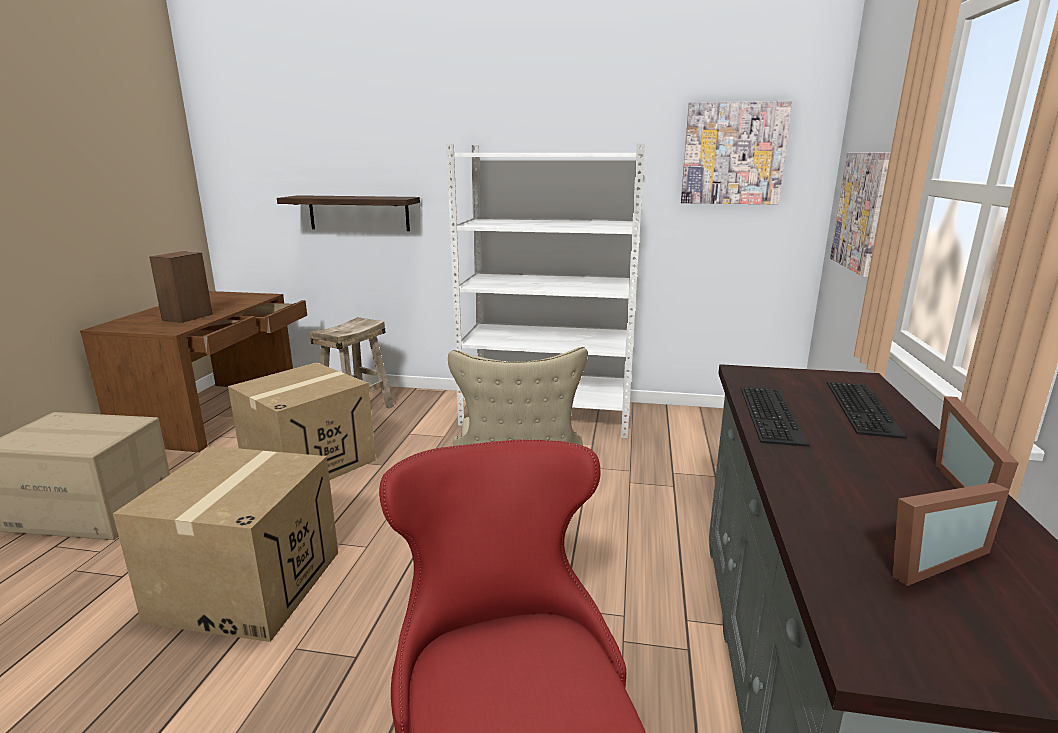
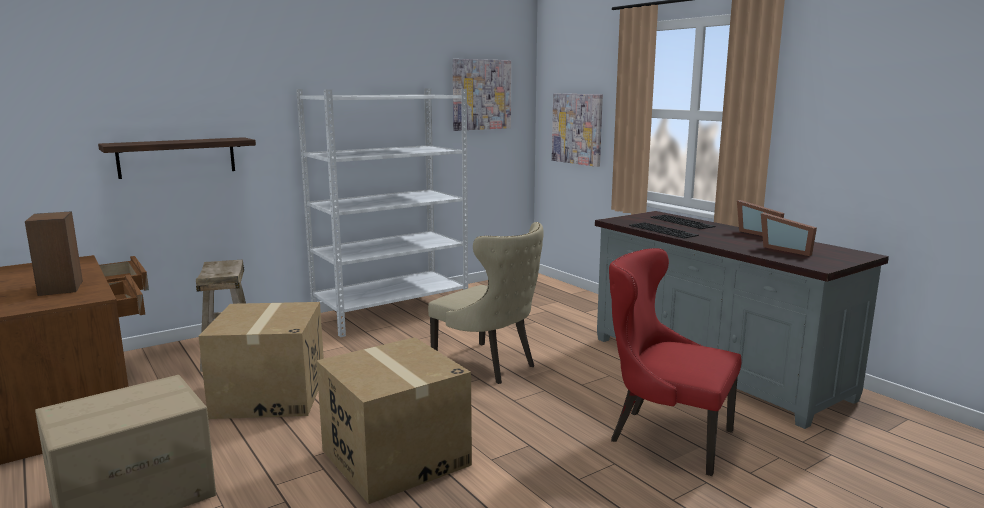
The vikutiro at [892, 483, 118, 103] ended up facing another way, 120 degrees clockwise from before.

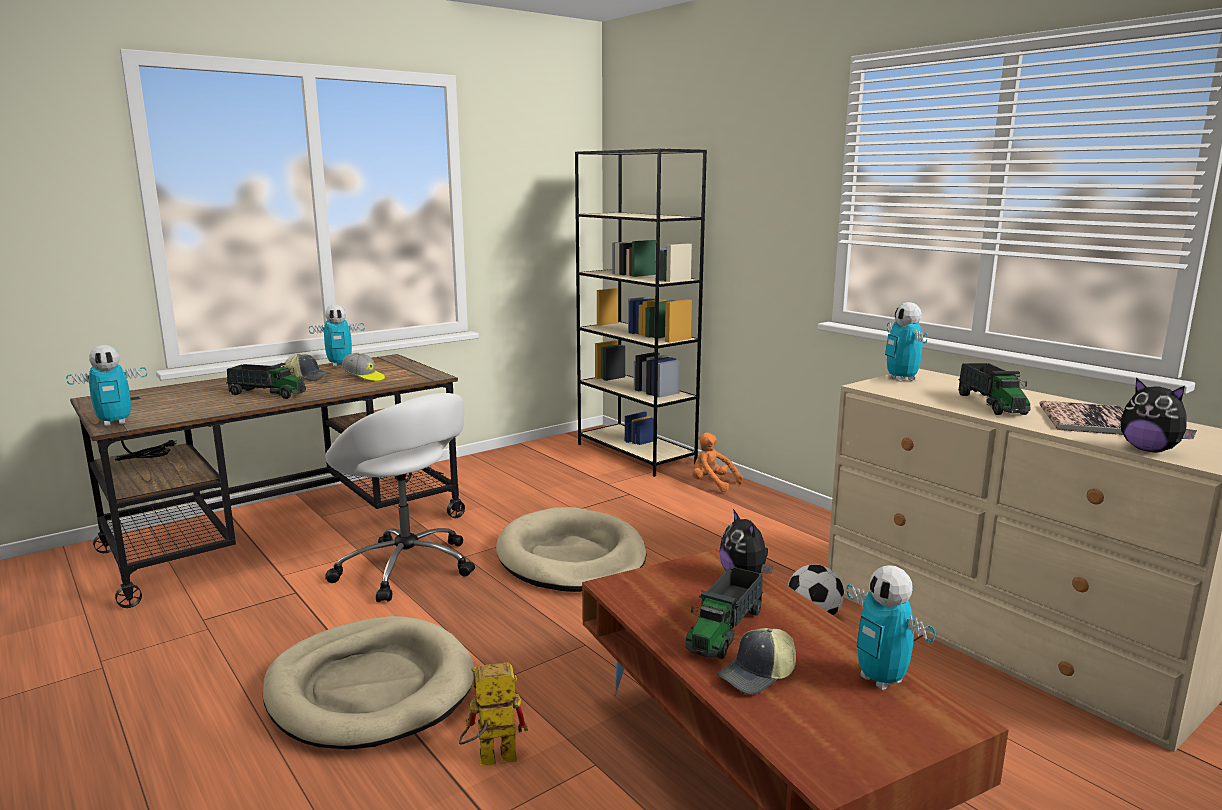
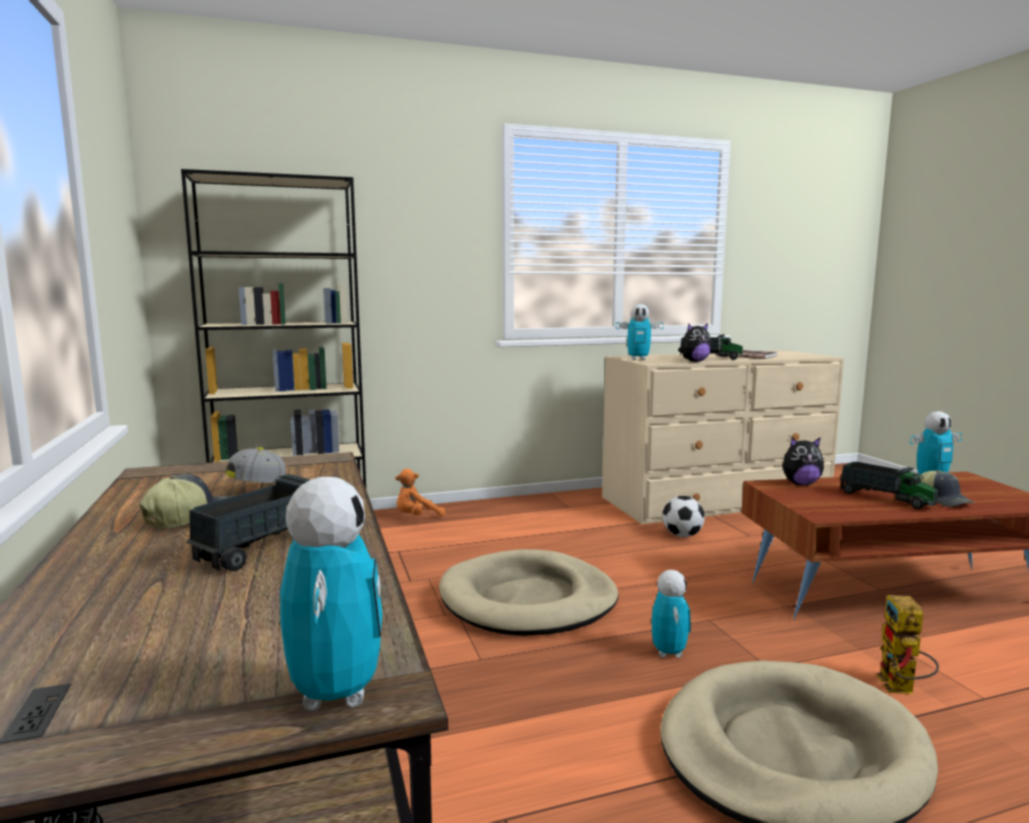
The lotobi ended up elsewhere, having gone from [309, 305, 56, 62] to [651, 570, 40, 88].
The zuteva ended up elsewhere, having gone from [1120, 378, 77, 74] to [678, 323, 34, 39].
The second view lost the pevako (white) at [326, 393, 149, 209].

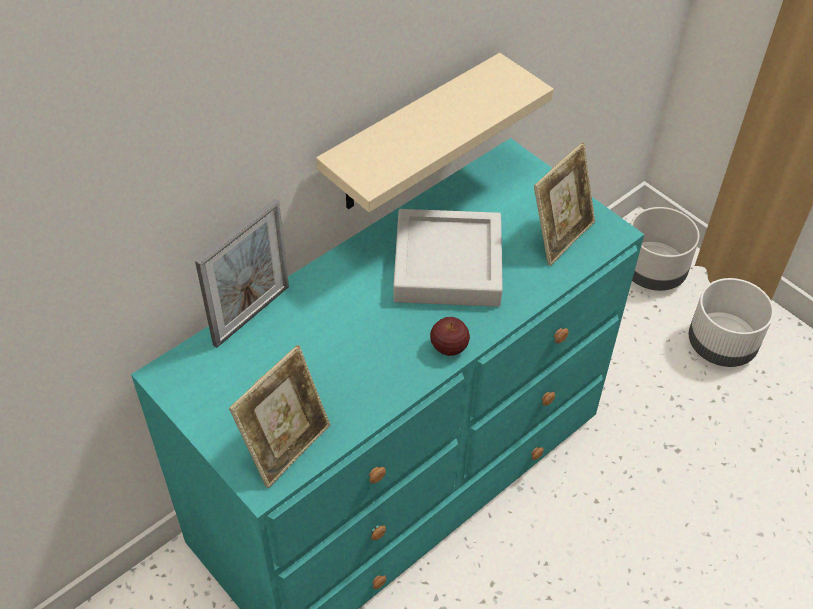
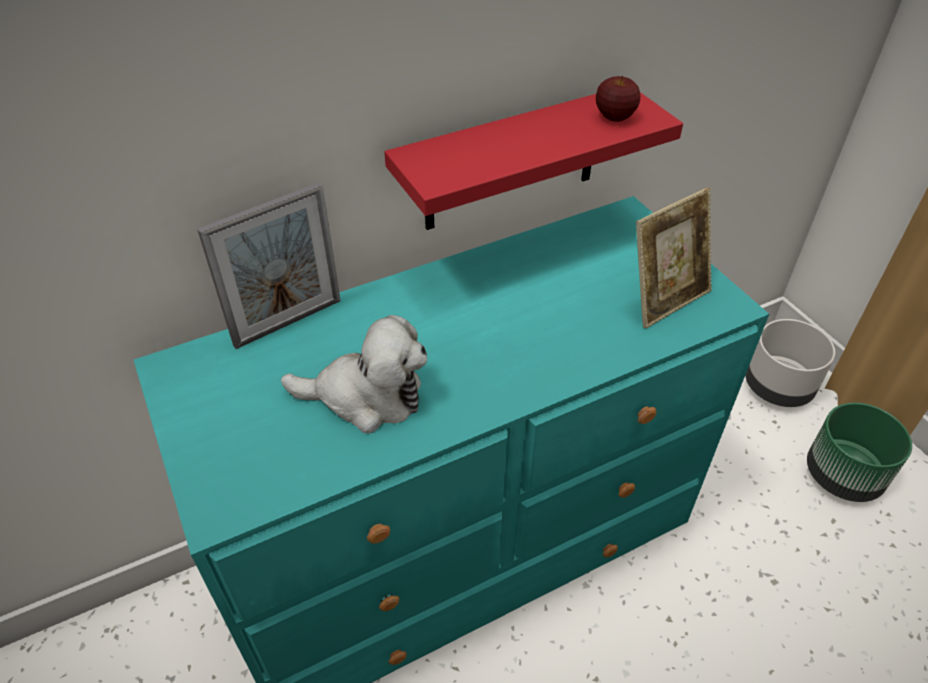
The second view gained the zuteva at [281, 315, 146, 118].
What was the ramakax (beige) at [316, 53, 237, 159] turned into the ramakax (red) at [384, 92, 299, 138].
The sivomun ended up elsewhere, having gone from [430, 317, 40, 39] to [596, 76, 44, 46].
What was the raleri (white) at [689, 278, 85, 89] turned into the raleri (green) at [807, 403, 105, 99].
The second view lost the vikutiro at [229, 345, 101, 143].
The second view lost the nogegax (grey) at [393, 209, 110, 98].

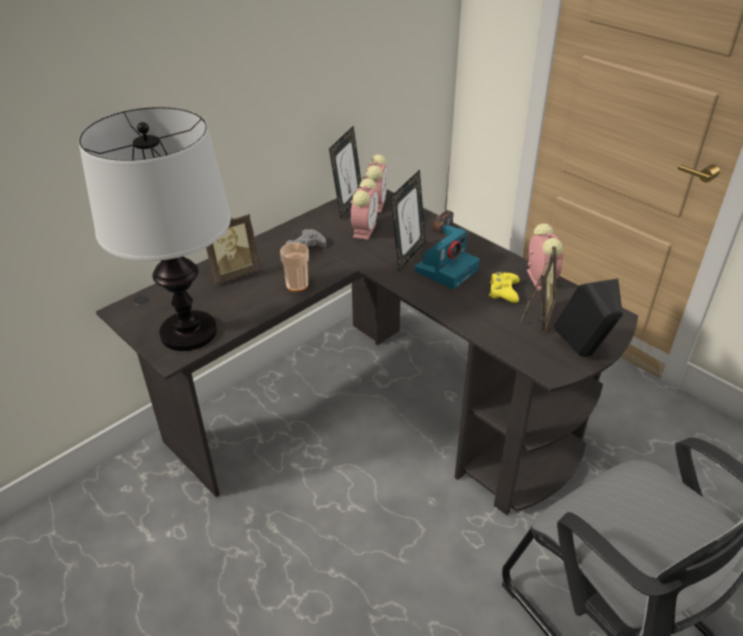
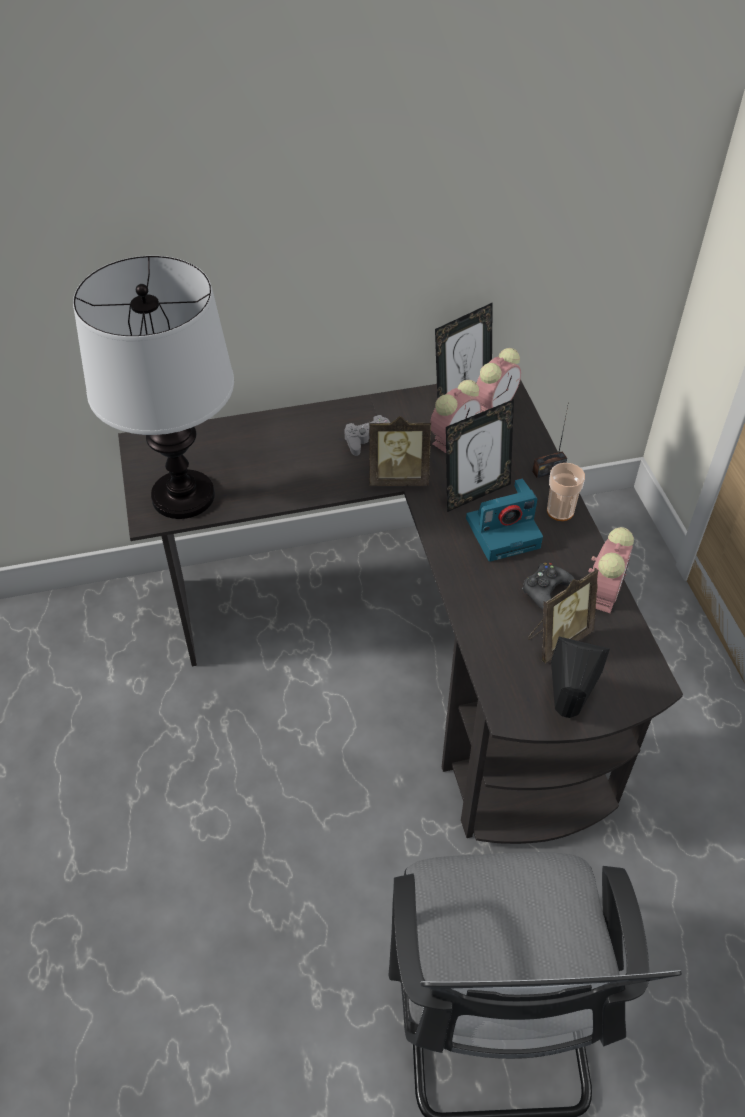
The vikutiro ended up elsewhere, having gone from [206, 213, 54, 71] to [369, 416, 62, 70].
What was the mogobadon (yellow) at [489, 272, 31, 31] turned into the mogobadon (black) at [522, 563, 52, 47].
The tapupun ended up elsewhere, having gone from [280, 243, 29, 49] to [547, 463, 38, 58].

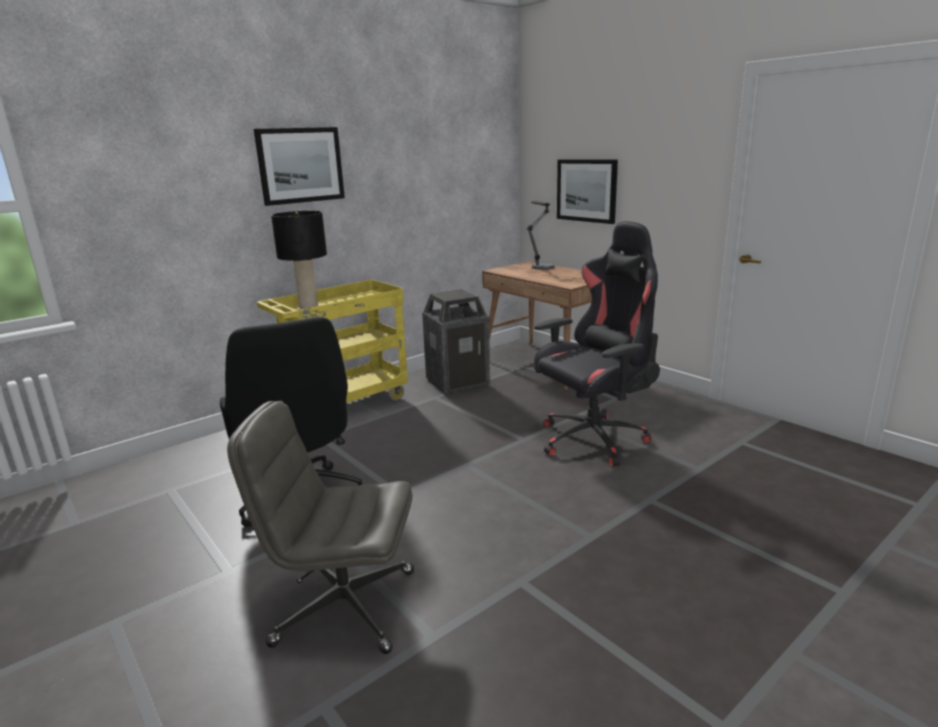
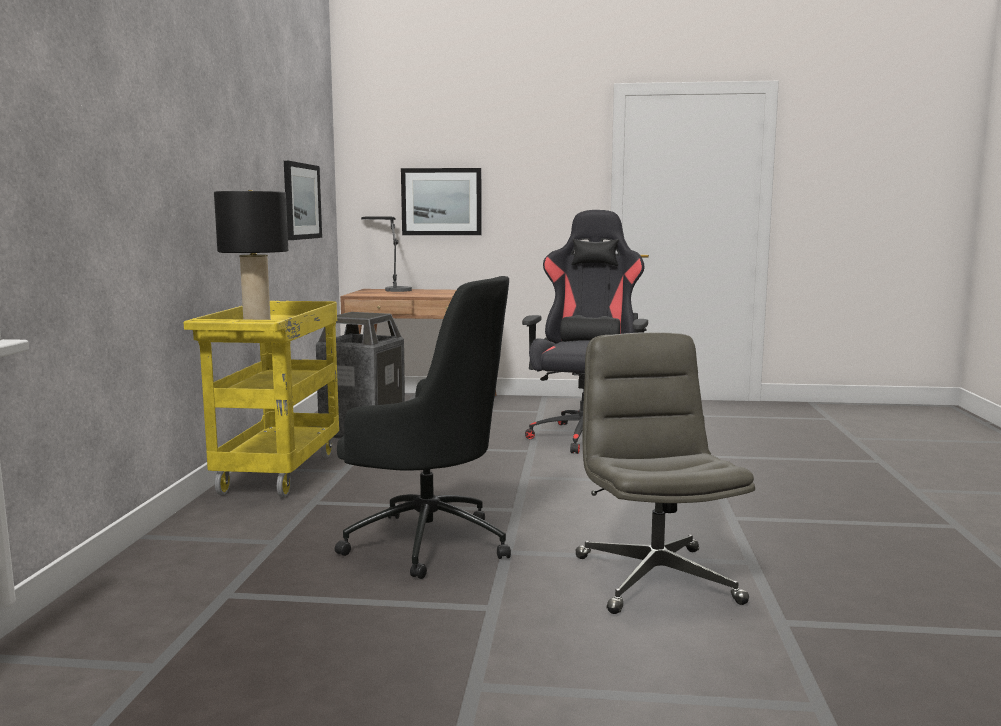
The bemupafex ended up elsewhere, having gone from [254, 127, 91, 79] to [284, 161, 38, 79].
The pevako (grey) at [227, 401, 187, 253] ended up facing another way, 120 degrees clockwise from before.

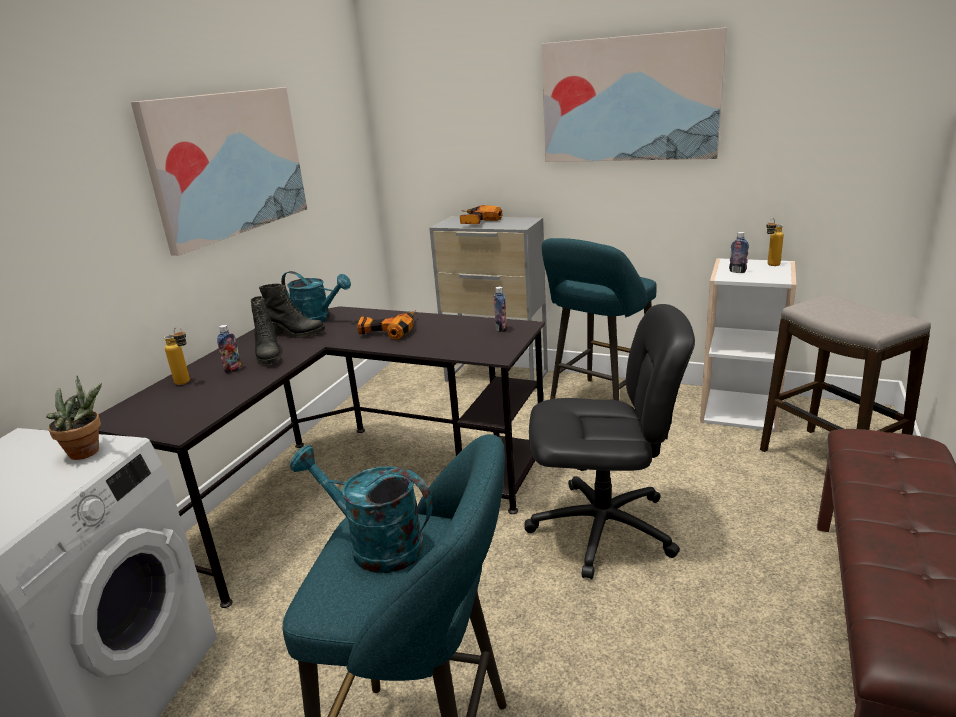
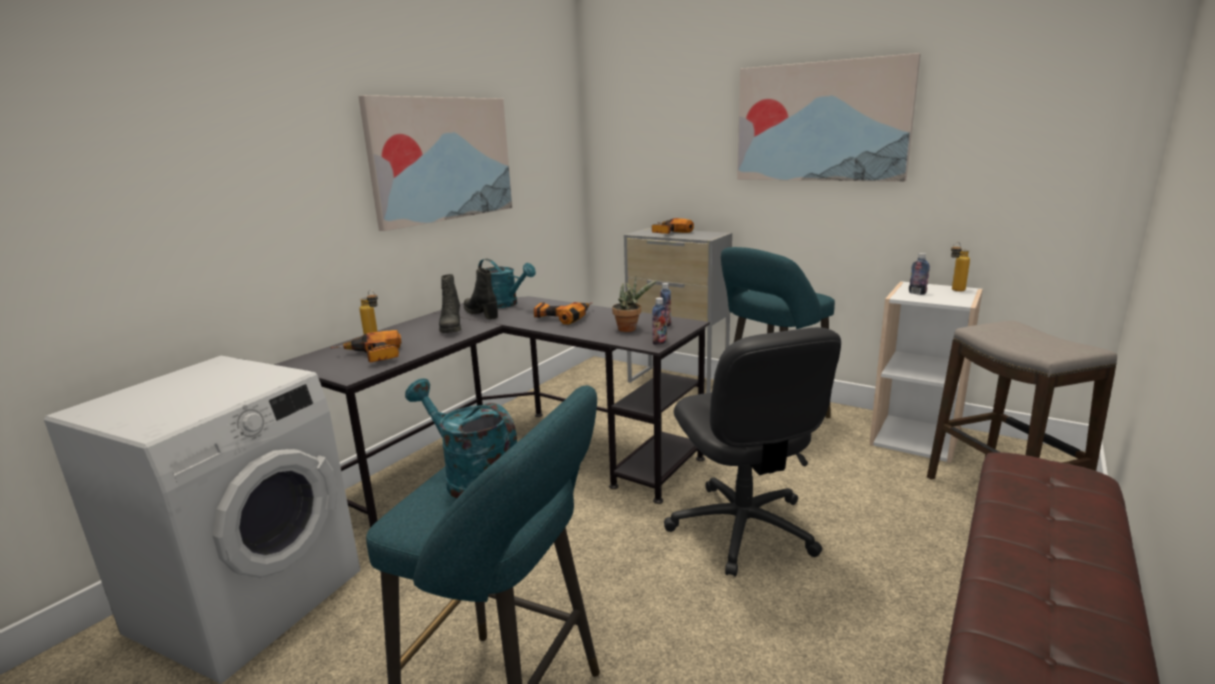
The second view gained the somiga at [331, 330, 71, 33].
The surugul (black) at [259, 283, 66, 55] ended up facing another way, 150 degrees counterclockwise from before.
The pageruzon ended up elsewhere, having gone from [46, 375, 56, 85] to [612, 277, 45, 55].
The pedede ended up elsewhere, having gone from [217, 325, 25, 48] to [652, 298, 15, 47].
The pevako (black) at [524, 304, 171, 275] ended up facing another way, 60 degrees clockwise from before.

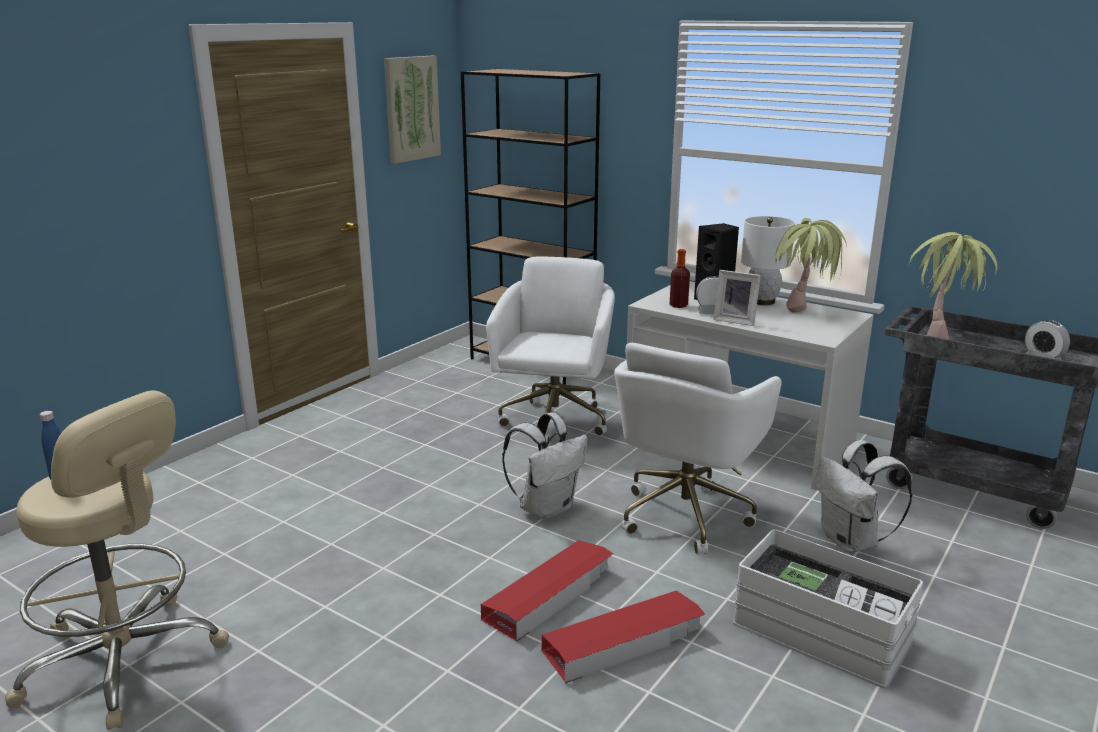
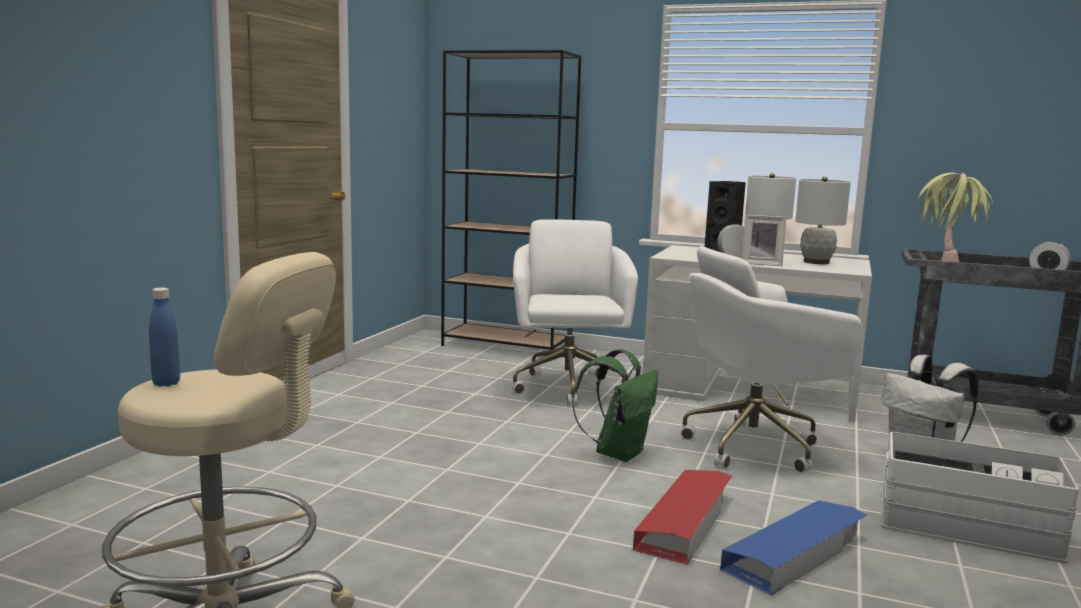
What was the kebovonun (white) at [502, 413, 86, 107] turned into the kebovonun (green) at [572, 349, 86, 113].
The pevako (white) at [614, 343, 168, 212] ended up facing another way, 60 degrees clockwise from before.
What was the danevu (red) at [541, 590, 164, 93] turned into the danevu (blue) at [720, 500, 147, 96].
Where the pageruzon stood at [775, 218, 71, 94], the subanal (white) came to stand at [795, 177, 56, 87].
The second view lost the bemupafex at [384, 56, 57, 108].
The second view lost the pedede at [670, 249, 20, 59].

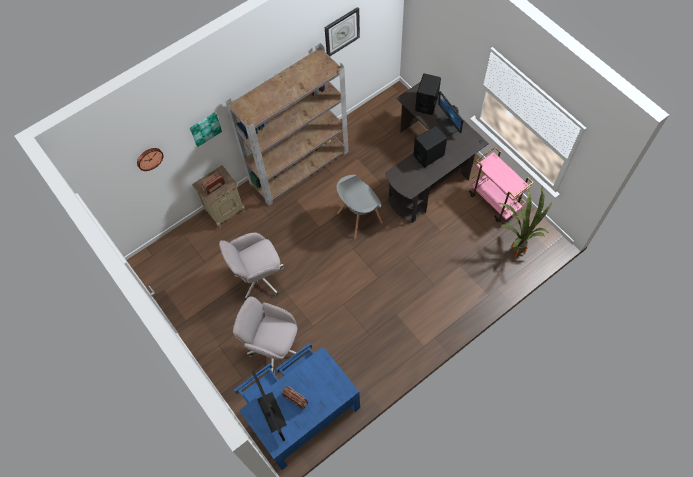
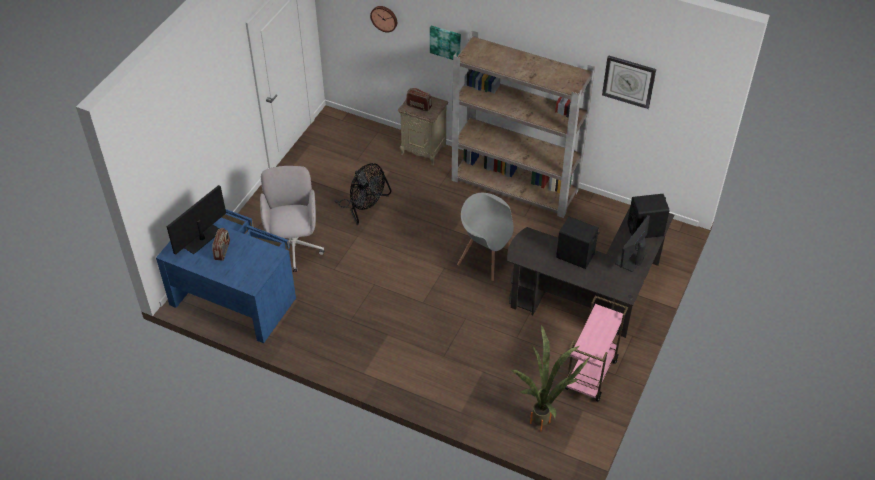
Where the pevako (grey) stood at [219, 232, 65, 67], the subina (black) came to stand at [335, 163, 56, 62].

